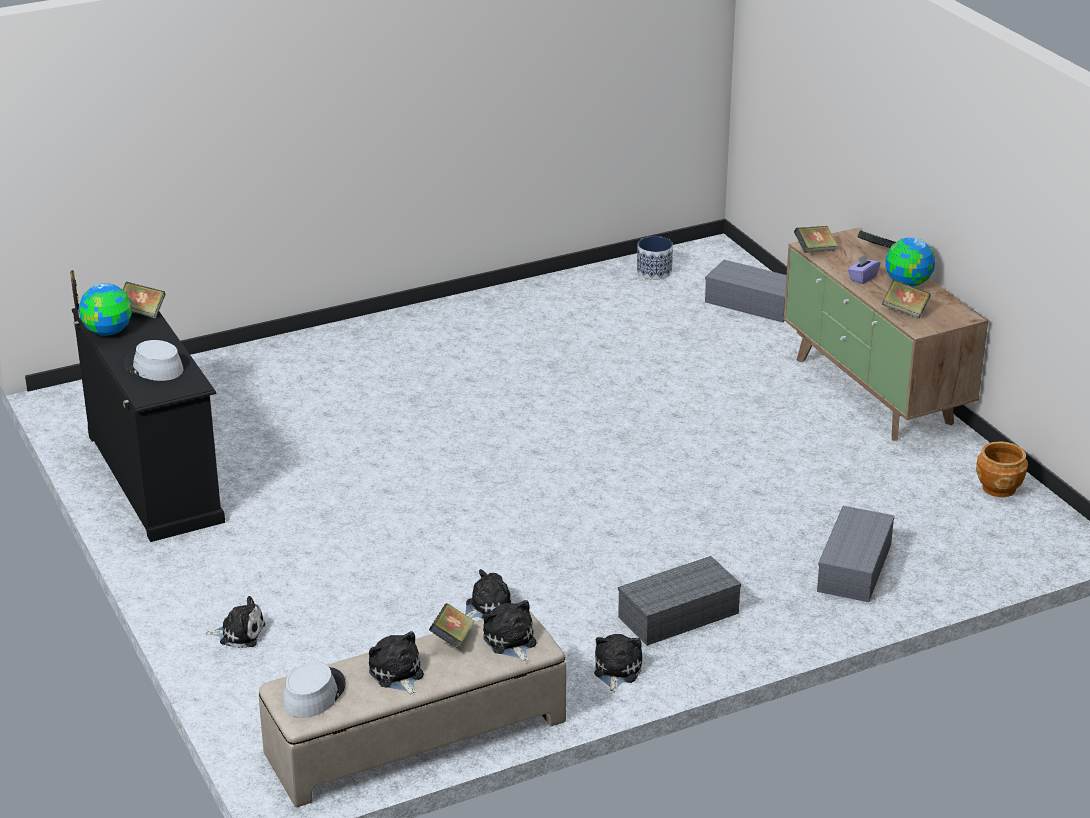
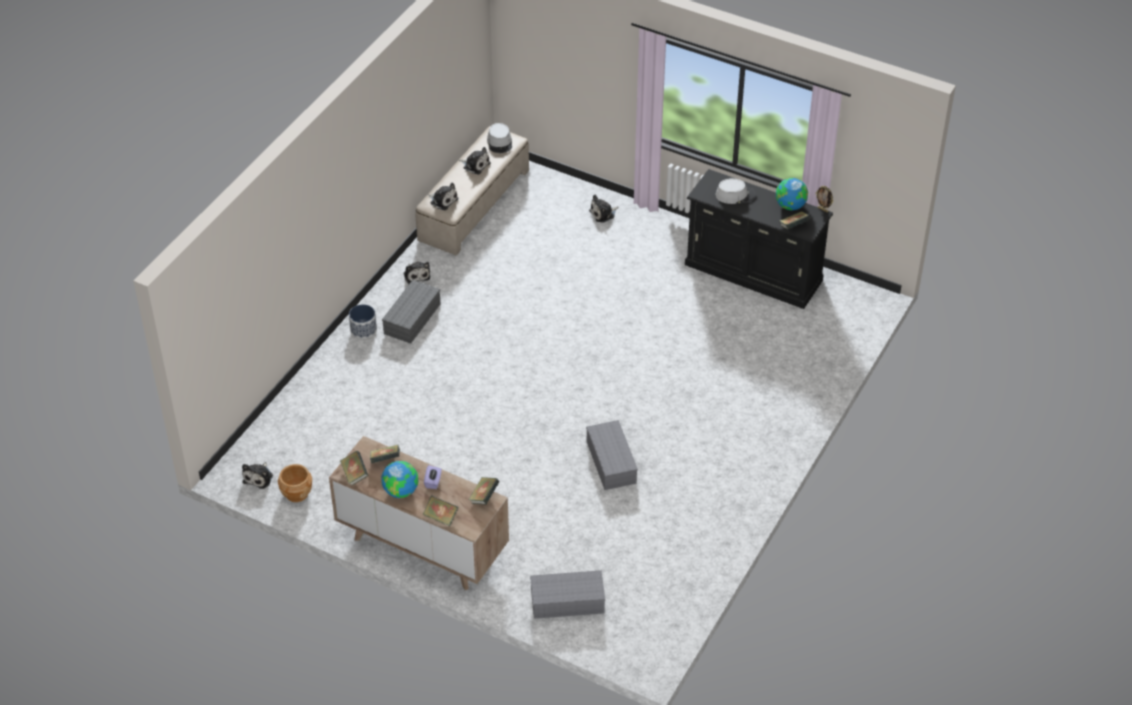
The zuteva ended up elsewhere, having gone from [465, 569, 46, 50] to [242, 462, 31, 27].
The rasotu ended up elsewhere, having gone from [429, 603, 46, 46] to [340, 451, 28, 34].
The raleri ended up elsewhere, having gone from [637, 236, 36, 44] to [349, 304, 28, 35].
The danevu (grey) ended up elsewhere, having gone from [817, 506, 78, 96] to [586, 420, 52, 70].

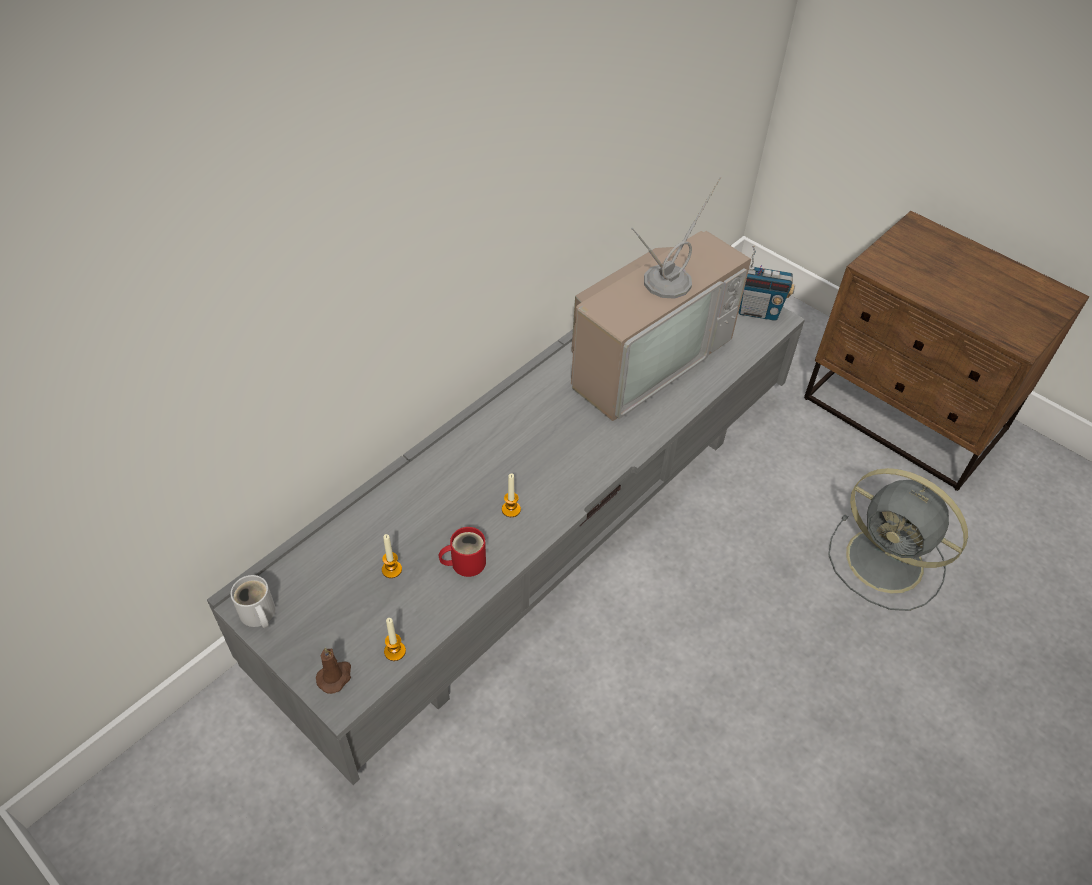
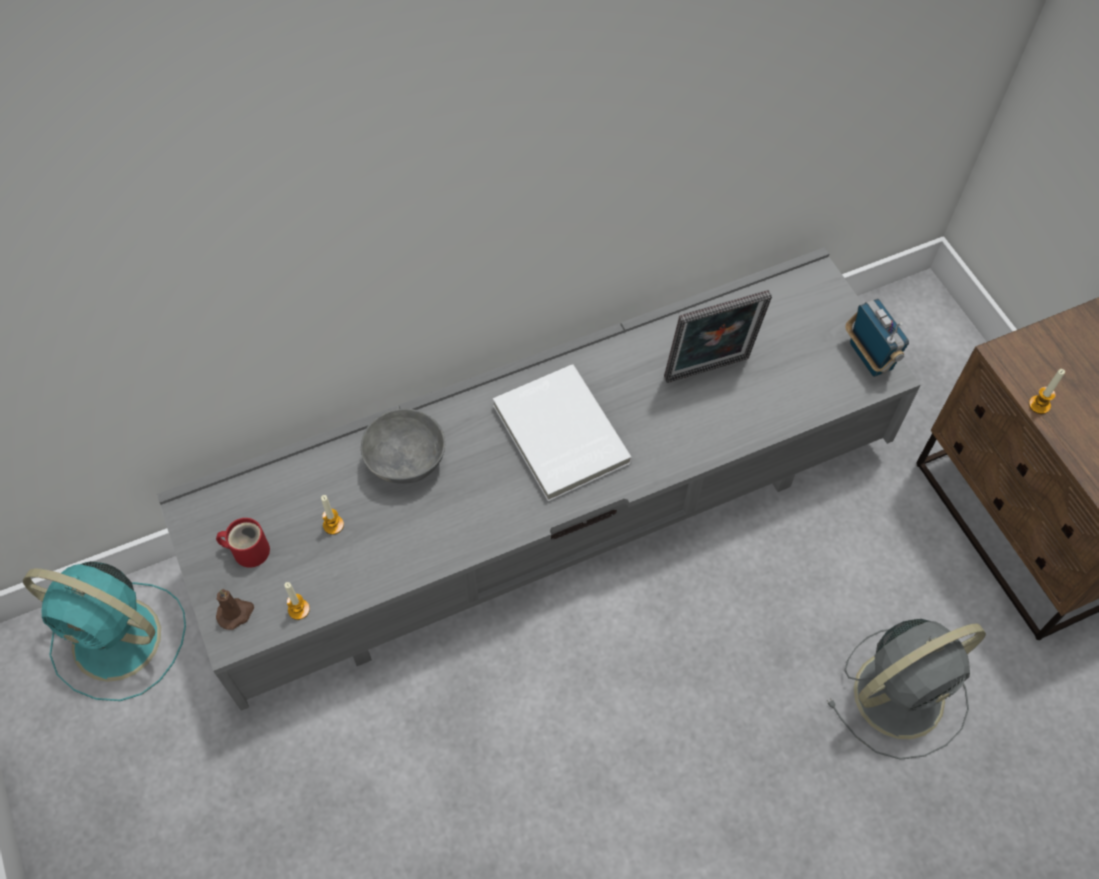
The second view gained the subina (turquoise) at [23, 561, 163, 140].
The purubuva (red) ended up elsewhere, having gone from [439, 527, 47, 50] to [216, 518, 54, 50].
The second view gained the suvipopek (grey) at [361, 409, 84, 75].
The second view gained the rasotu (white) at [493, 365, 139, 136].
Where the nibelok stood at [571, 177, 180, 244], the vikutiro came to stand at [664, 290, 108, 93].
The subina (grey) at [828, 468, 140, 143] ended up facing another way, 90 degrees counterclockwise from before.
The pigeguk at [739, 245, 56, 76] ended up facing another way, 150 degrees counterclockwise from before.
The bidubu ended up elsewhere, having gone from [502, 473, 19, 44] to [1029, 369, 36, 45].
The second view lost the purubuva (white) at [230, 575, 45, 53].

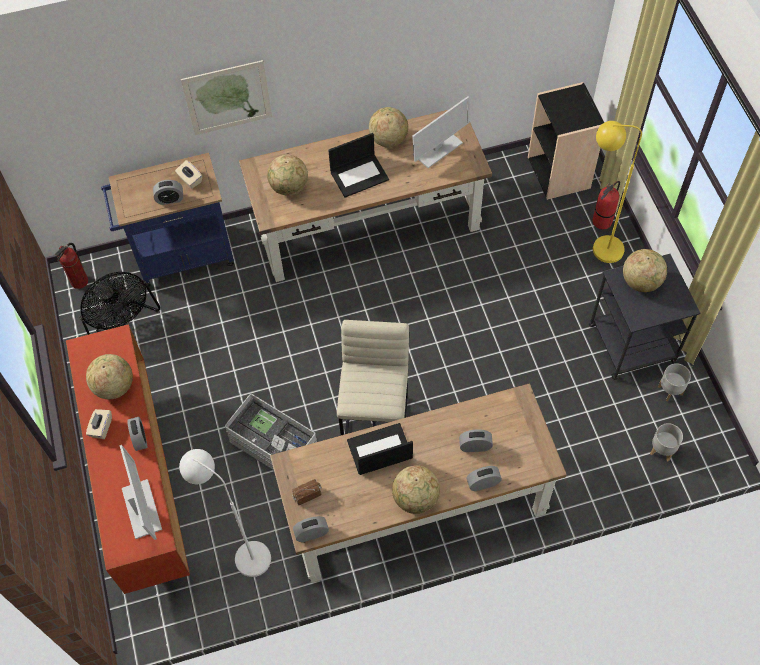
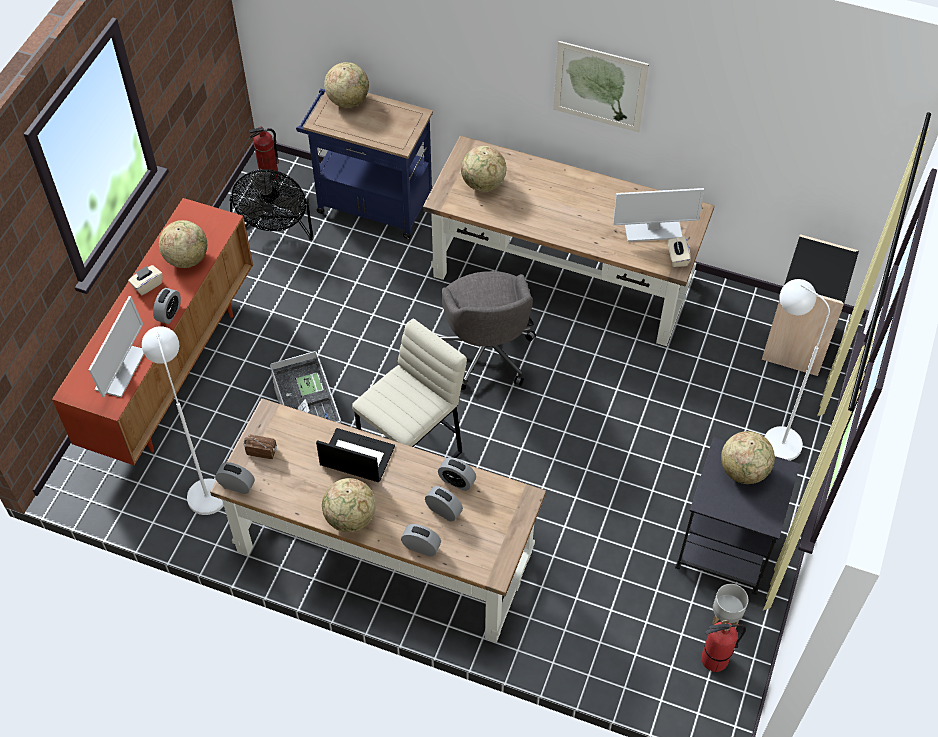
The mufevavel ended up elsewhere, having gone from [369, 107, 39, 40] to [324, 62, 45, 46].
The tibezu ended up elsewhere, having gone from [153, 180, 30, 25] to [438, 457, 38, 34].
The second view gained the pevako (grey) at [440, 271, 96, 119].
The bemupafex ended up elsewhere, having gone from [181, 60, 91, 75] to [553, 41, 96, 91].
The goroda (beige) ended up elsewhere, having gone from [175, 160, 27, 29] to [668, 236, 23, 31].
The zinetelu ended up elsewhere, having gone from [593, 181, 27, 48] to [701, 620, 45, 52].
What was the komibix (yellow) at [593, 121, 49, 142] turned into the komibix (white) at [765, 279, 65, 182].
The second view lost the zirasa at [328, 133, 61, 64].
The second view lost the raleri (grey) at [650, 423, 33, 39].

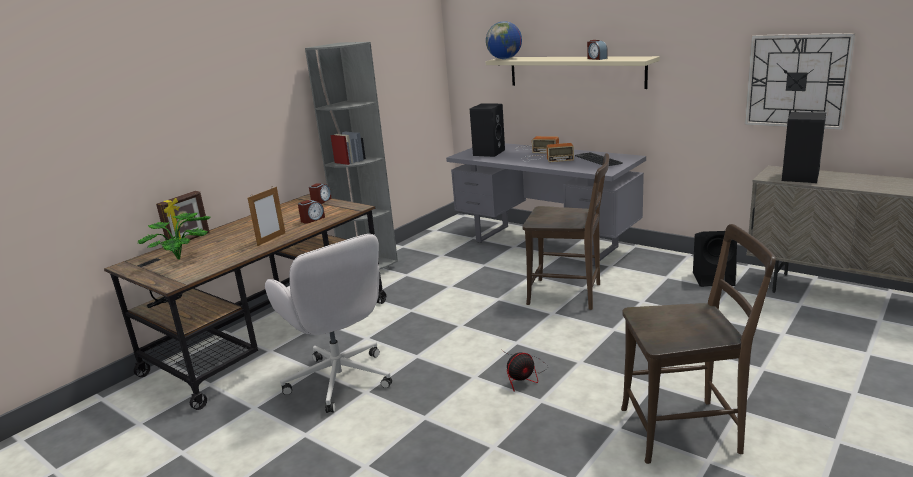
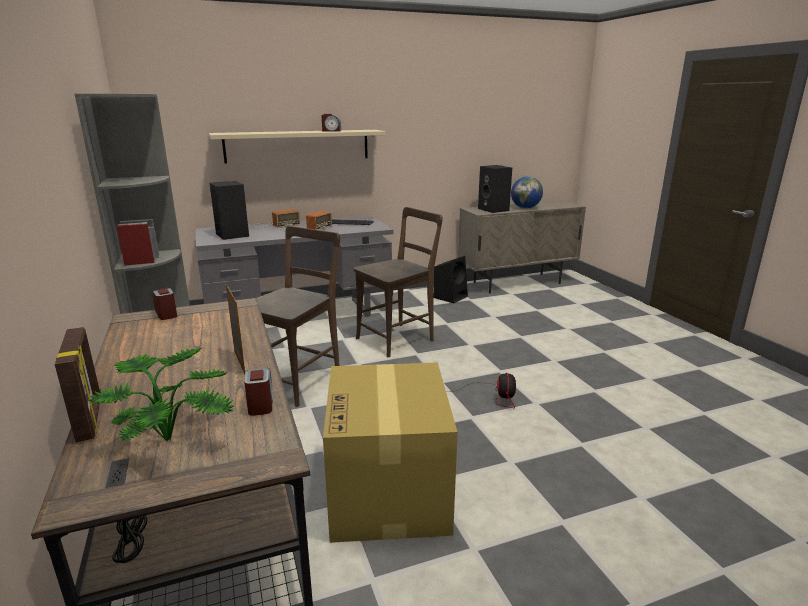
The tibezu ended up elsewhere, having gone from [298, 200, 27, 24] to [244, 368, 29, 48].
The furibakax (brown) ended up elsewhere, having gone from [621, 224, 155, 240] to [257, 226, 83, 181].
Where the pevako (white) stood at [265, 234, 127, 179], the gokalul came to stand at [323, 362, 135, 181].
The mufevavel ended up elsewhere, having gone from [486, 21, 36, 38] to [511, 176, 32, 32].
The second view lost the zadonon at [745, 33, 110, 97].

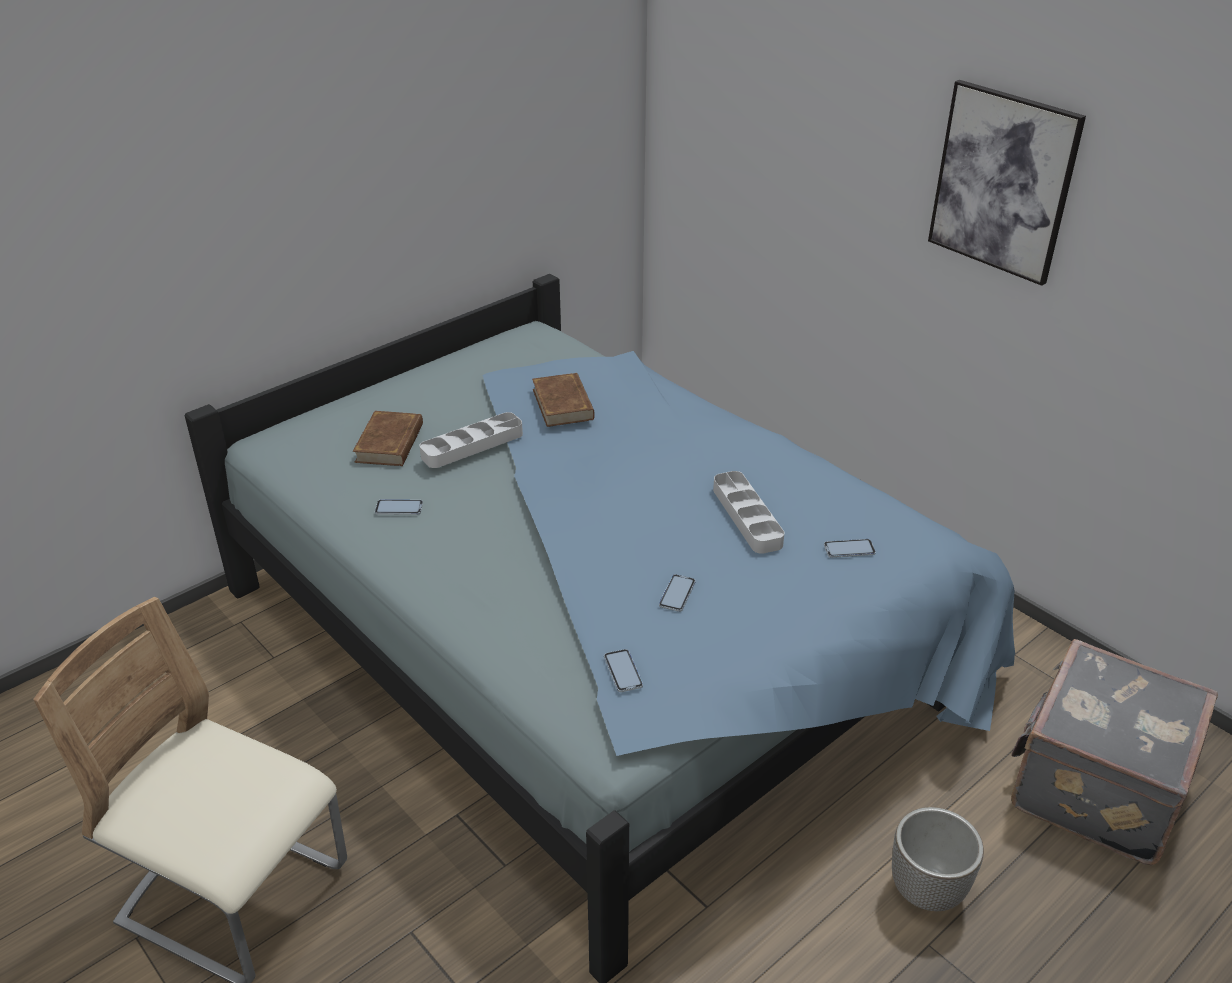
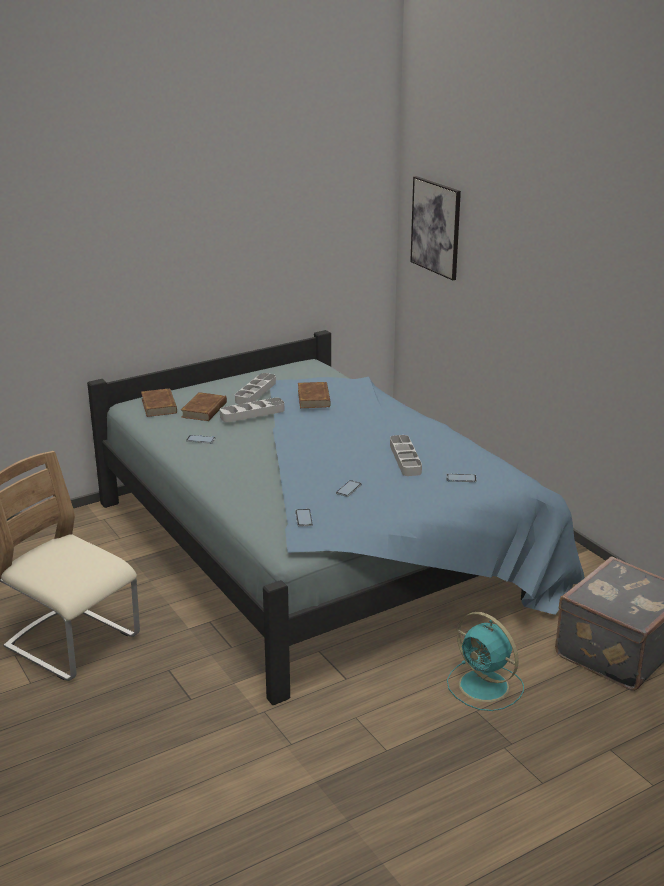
The second view gained the rasotu (brown) at [141, 388, 36, 29].
The second view gained the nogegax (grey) at [235, 373, 41, 31].
The bemupafex ended up elsewhere, having gone from [928, 80, 158, 206] to [410, 176, 51, 105].
Where the raleri stood at [892, 807, 92, 104], the subina (turquoise) came to stand at [447, 612, 77, 99].

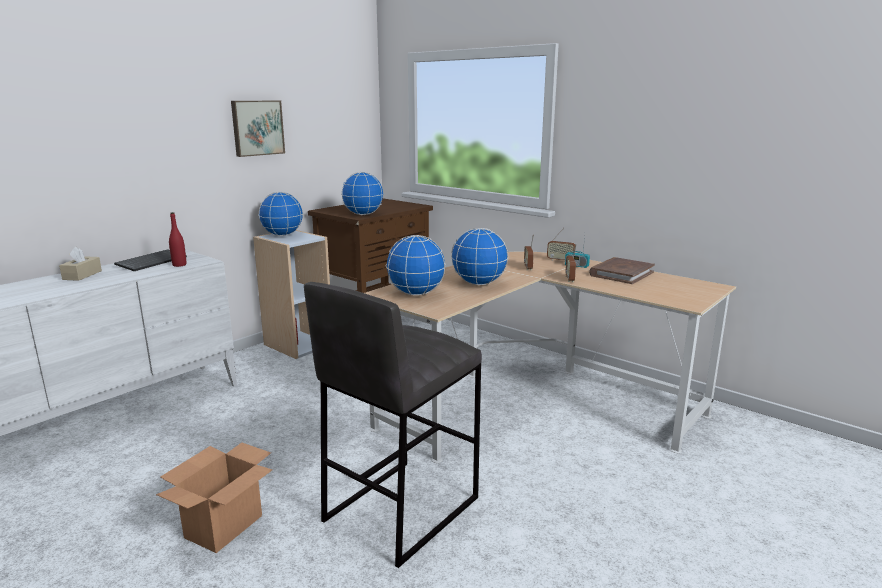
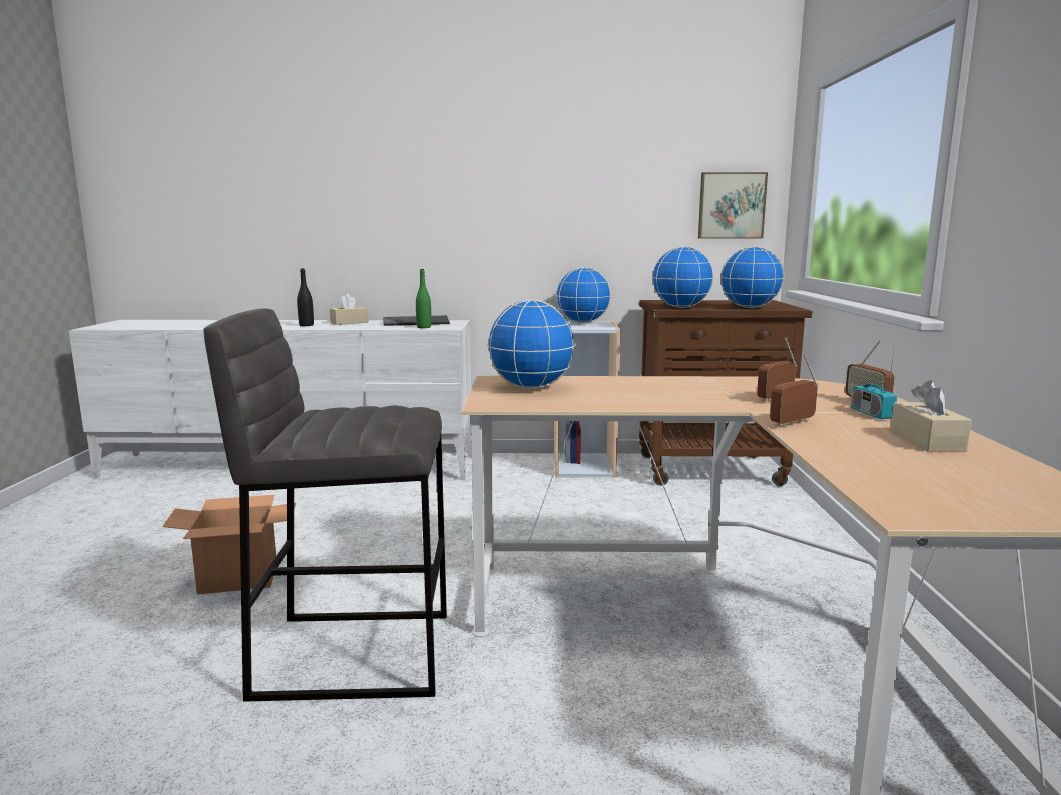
The second view gained the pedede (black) at [297, 268, 17, 58].
What was the pedede (red) at [169, 212, 17, 55] turned into the pedede (green) at [416, 269, 15, 59].
The bemupafex ended up elsewhere, having gone from [231, 101, 54, 56] to [698, 172, 70, 67].
The mufevavel ended up elsewhere, having gone from [451, 228, 57, 57] to [721, 247, 63, 61].
Where the rasotu (brown) stood at [589, 257, 66, 27], the goroda (beige) came to stand at [890, 380, 82, 72].

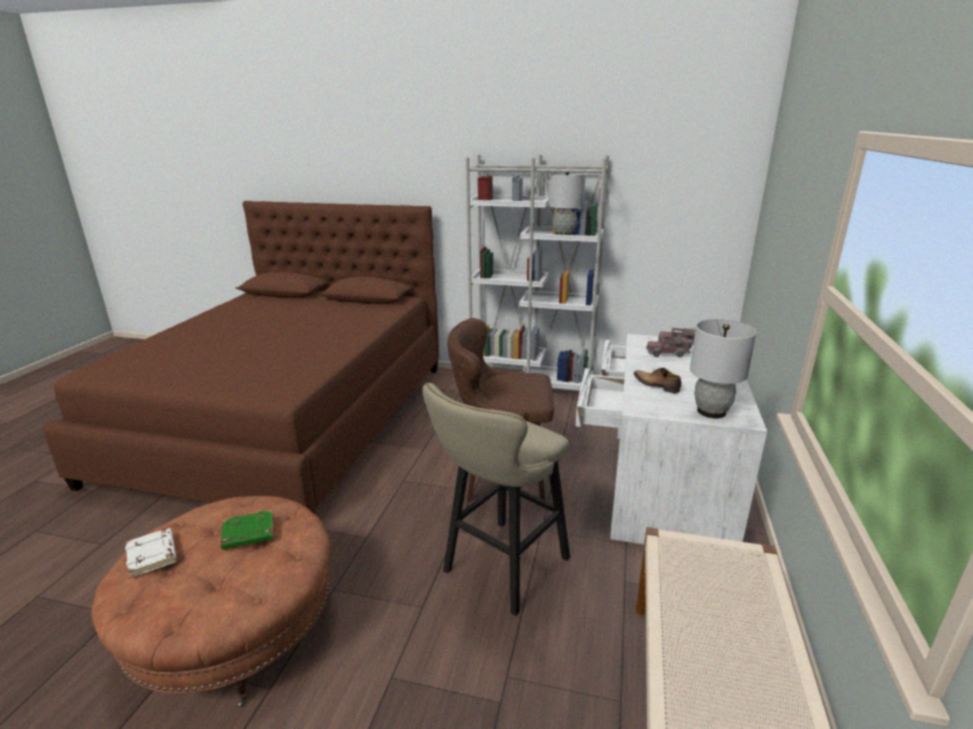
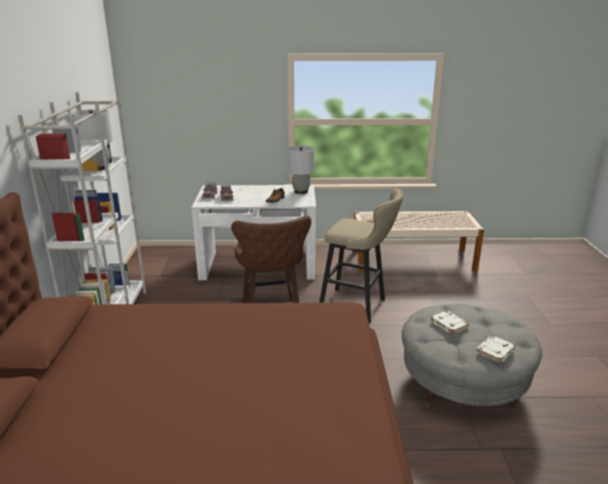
What was the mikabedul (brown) at [91, 496, 239, 212] turned into the mikabedul (grey) at [402, 304, 140, 109].
What was the rasotu (green) at [221, 510, 53, 40] turned into the rasotu (white) at [430, 310, 40, 25].

